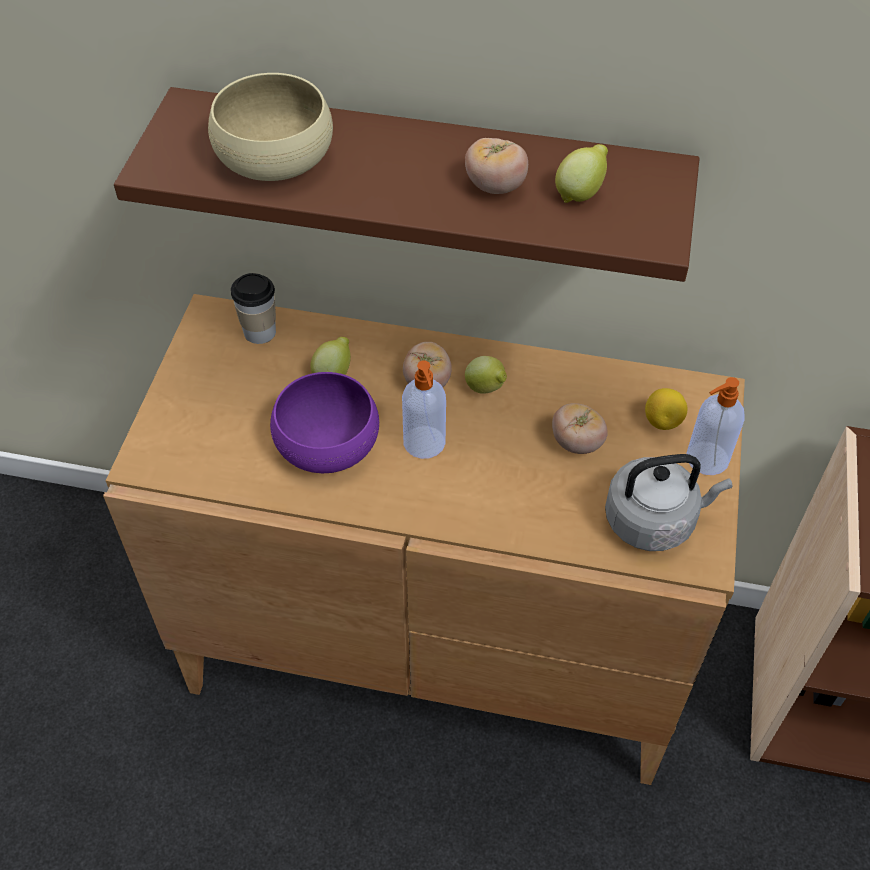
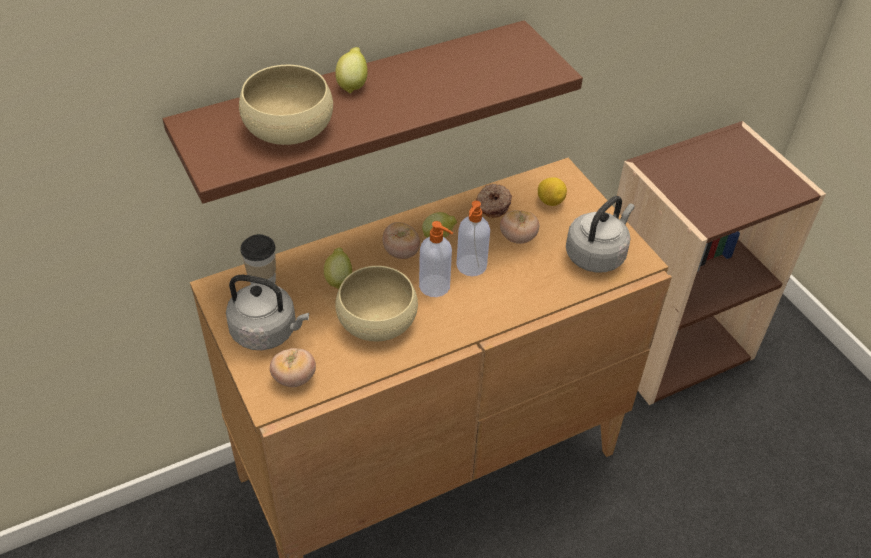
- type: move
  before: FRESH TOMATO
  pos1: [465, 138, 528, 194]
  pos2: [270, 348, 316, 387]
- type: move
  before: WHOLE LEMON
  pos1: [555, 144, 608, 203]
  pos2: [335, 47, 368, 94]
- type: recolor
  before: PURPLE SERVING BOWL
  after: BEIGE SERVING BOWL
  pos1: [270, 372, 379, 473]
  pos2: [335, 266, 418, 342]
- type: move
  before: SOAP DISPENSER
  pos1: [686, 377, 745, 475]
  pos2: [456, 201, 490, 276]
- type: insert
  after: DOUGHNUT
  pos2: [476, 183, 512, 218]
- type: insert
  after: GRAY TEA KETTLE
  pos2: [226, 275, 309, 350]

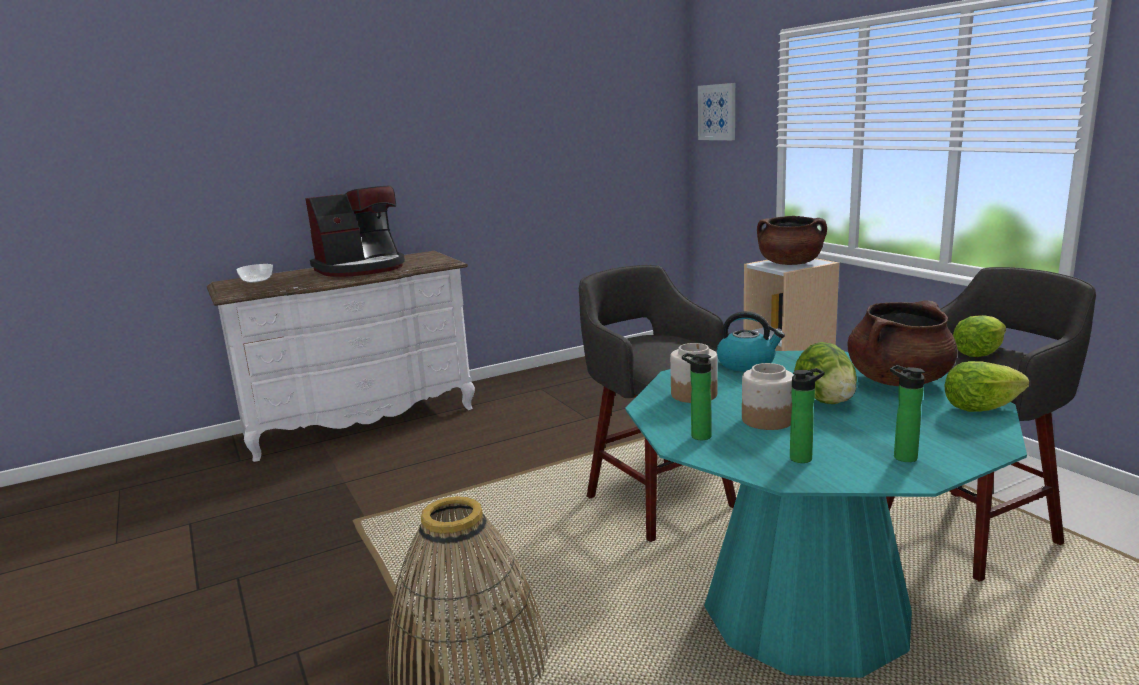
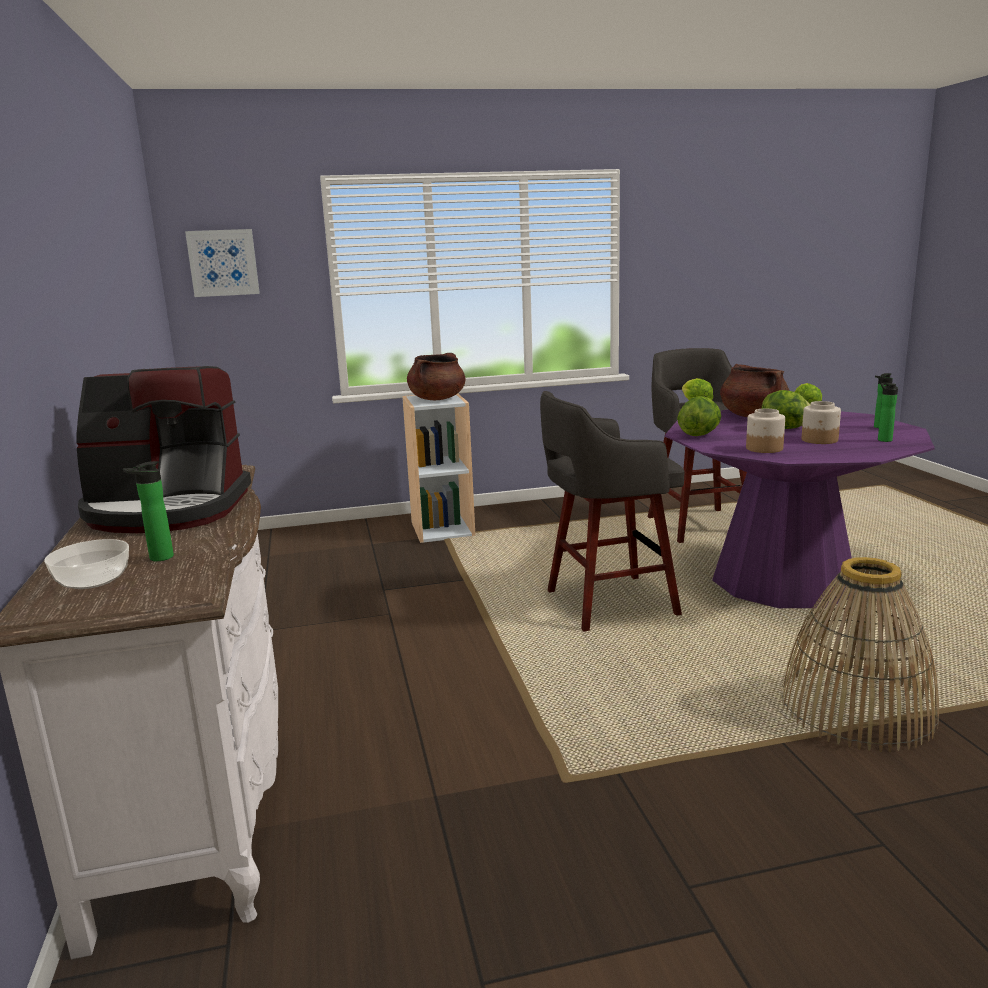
- type: rotate
  before: COFFEE BREWER
  pos1: [305, 185, 405, 277]
  pos2: [76, 366, 251, 533]
  turn: 105
- type: replace
  before: TEA KETTLE
  after: HEAD OF LETTUCE
  pos1: [717, 311, 785, 372]
  pos2: [677, 396, 721, 436]
- type: recolor
  before: BLUE-GREEN KITCHEN TABLE
  after: PURPLE KITCHEN TABLE
  pos1: [625, 351, 1027, 678]
  pos2: [665, 409, 935, 608]
- type: move
  before: DRINK BOTTLE
  pos1: [682, 353, 711, 440]
  pos2: [123, 461, 174, 561]

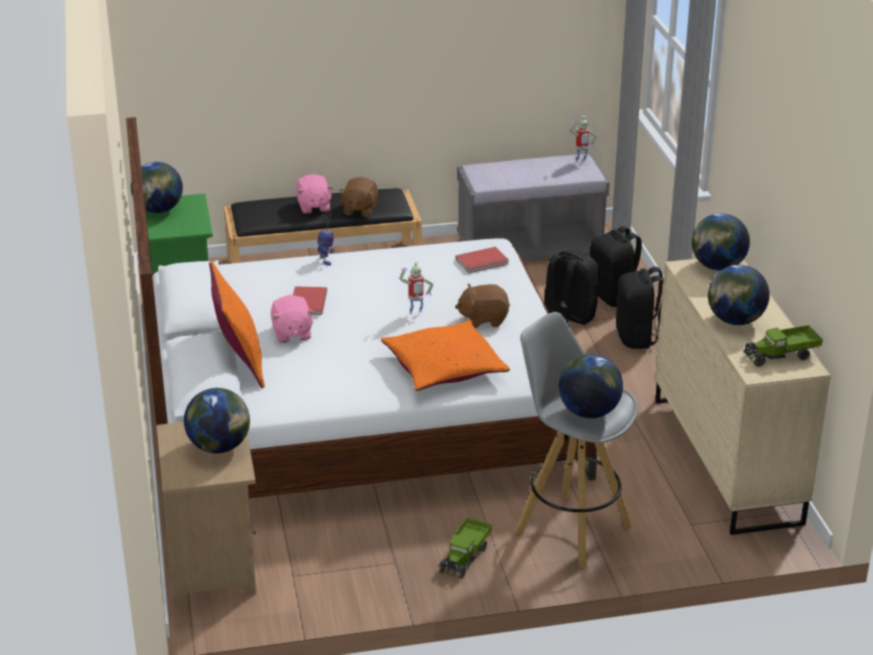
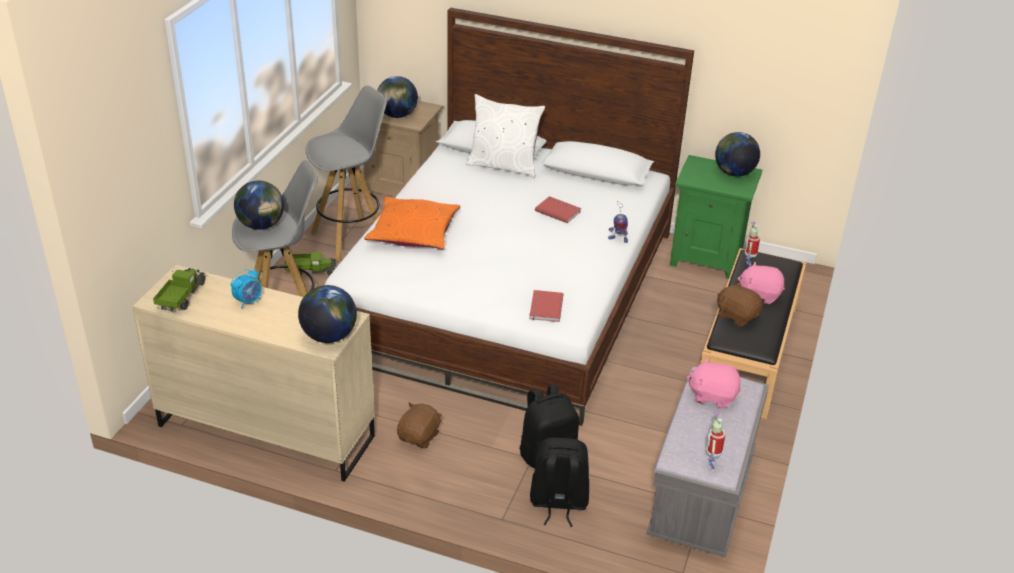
- type: recolor
  before: ORANGE-COLOURED CUSHION
  after: WHITE CUSHION
  pos1: [209, 261, 265, 388]
  pos2: [466, 94, 545, 178]
- type: move
  before: ROBOT FIGURE
  pos1: [399, 261, 433, 314]
  pos2: [745, 222, 760, 267]
- type: replace
  before: DESK GLOBE
  after: ALARM CLOCK
  pos1: [708, 265, 770, 325]
  pos2: [231, 269, 262, 309]
- type: delete
  before: BLACK RUCKSACK
  pos1: [616, 267, 664, 349]
- type: move
  before: BROWN-COLOURED SOFT TOY
  pos1: [455, 284, 510, 328]
  pos2: [397, 402, 442, 448]
- type: move
  before: PINK-COLOURED SOFT TOY
  pos1: [271, 295, 315, 343]
  pos2: [686, 358, 741, 409]
- type: rotate
  before: TOY TRUCK
  pos1: [439, 517, 492, 579]
  pos2: [284, 251, 337, 276]
  turn: 120
- type: insert
  after: GRAY SITTING STOOL
  pos2: [306, 86, 387, 262]

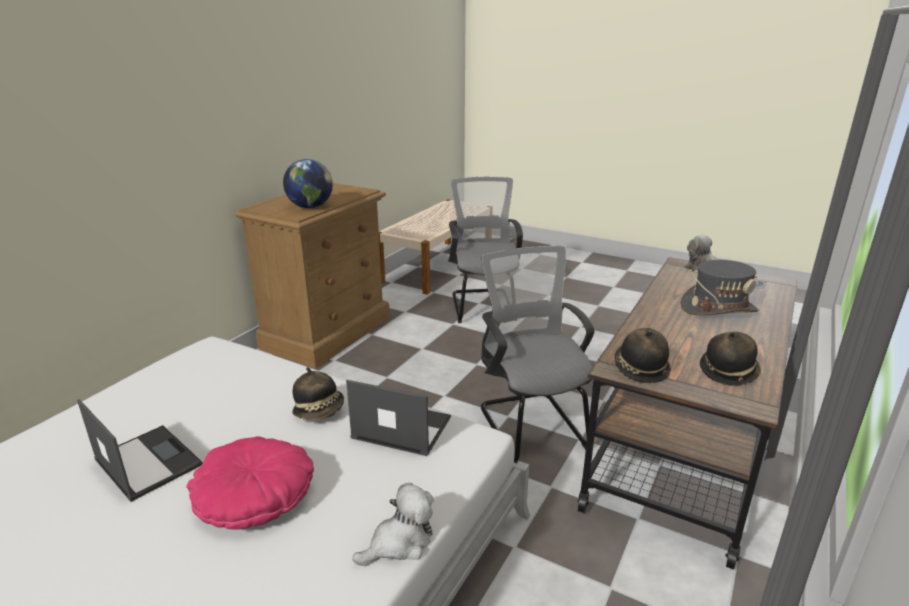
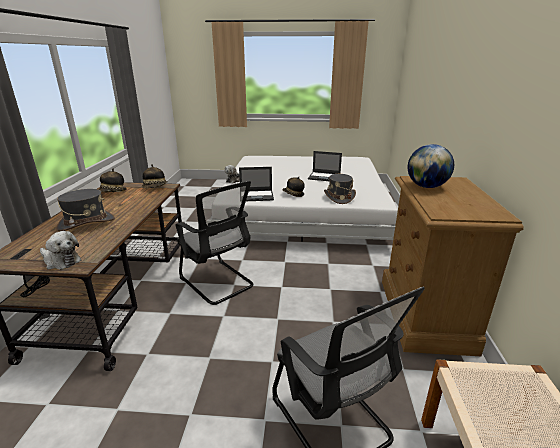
- type: delete
  before: PINK-COLOURED CUSHION
  pos1: [186, 436, 314, 530]
- type: insert
  after: GRAY CLOTHING HAT
  pos2: [324, 174, 356, 204]

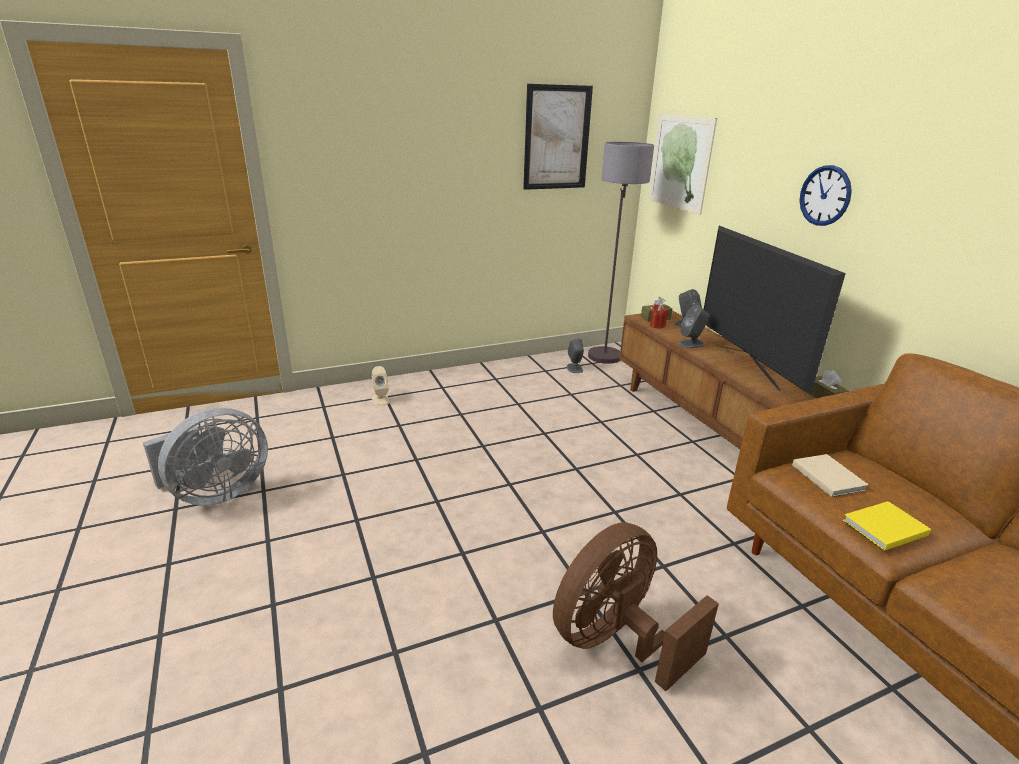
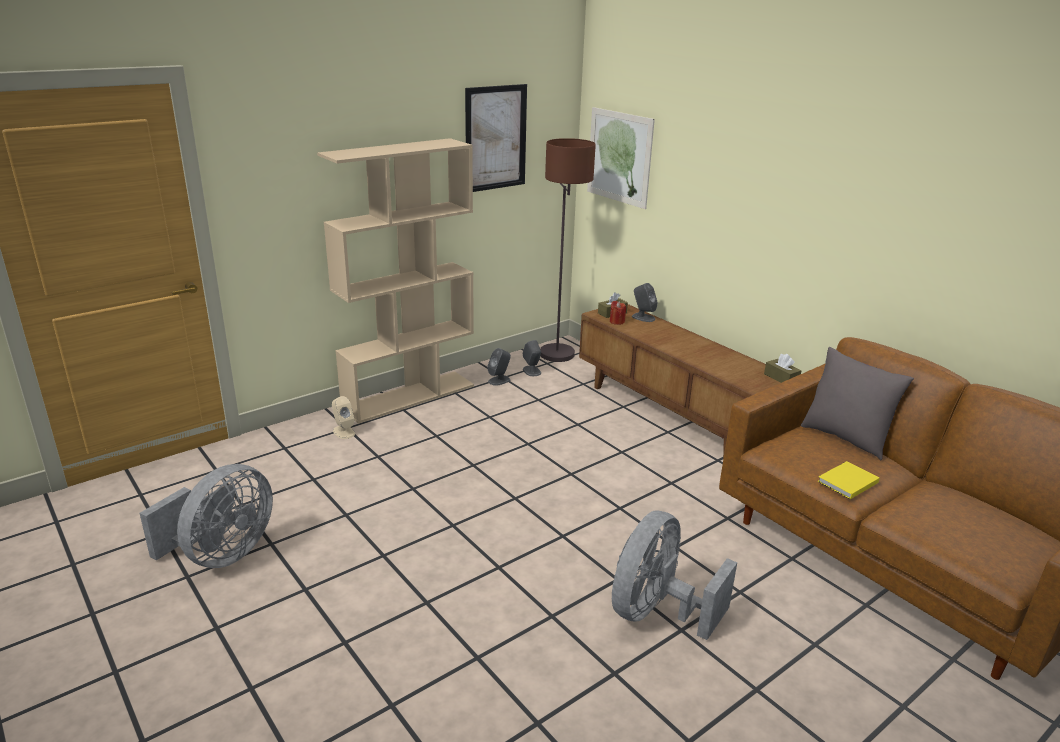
- type: recolor
  before: GRAY FLOOR LAMP
  after: BROWN-COLOURED FLOOR LAMP
  pos1: [588, 142, 654, 364]
  pos2: [540, 138, 596, 362]
- type: delete
  before: WALL CLOCK
  pos1: [799, 165, 852, 226]
- type: delete
  before: TV
  pos1: [704, 226, 846, 395]
- type: move
  before: GRAY AUDIO SPEAKER
  pos1: [679, 306, 709, 348]
  pos2: [488, 348, 511, 386]
- type: delete
  before: BEIGE BOOK
  pos1: [792, 454, 869, 497]
- type: recolor
  before: BROWN-COLOURED FAN
  after: GRAY FAN
  pos1: [553, 522, 719, 691]
  pos2: [612, 510, 737, 640]
- type: insert
  after: BEIGE SHELVING UNIT
  pos2: [317, 138, 474, 424]
- type: insert
  after: GRAY CUSHION
  pos2: [801, 347, 914, 460]

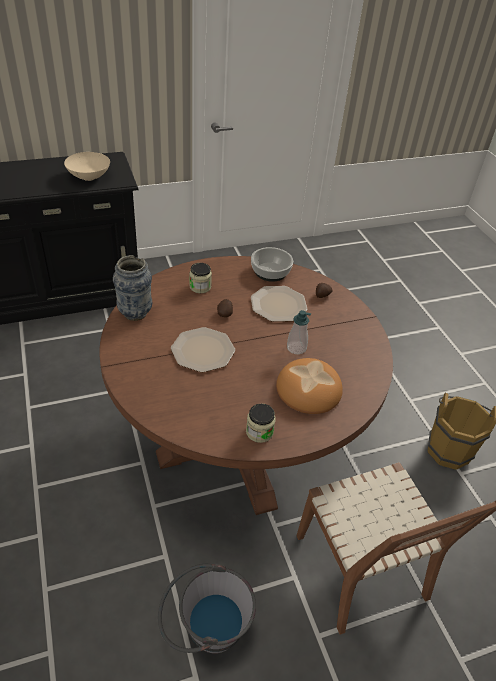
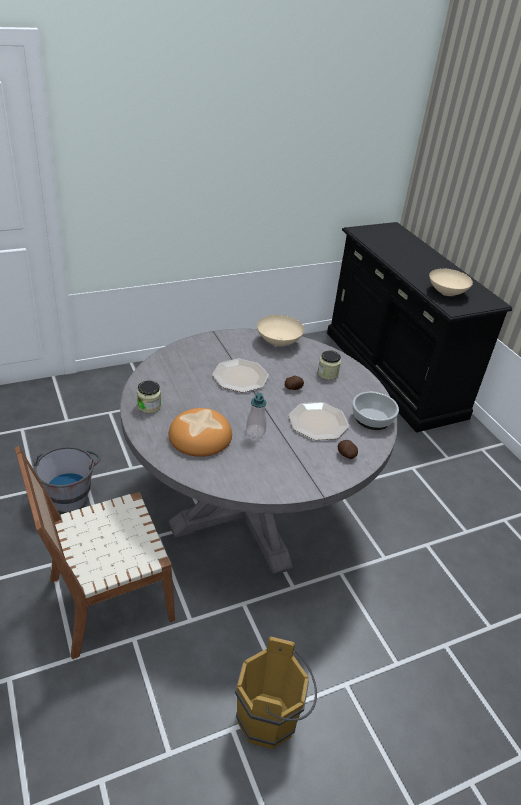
- type: replace
  before: VASE
  after: BEIGE SERVING BOWL
  pos1: [113, 255, 152, 321]
  pos2: [257, 315, 304, 346]
- type: recolor
  before: BROWN-COLOURED KITCHEN TABLE
  after: GRAY KITCHEN TABLE
  pos1: [99, 256, 393, 515]
  pos2: [120, 329, 398, 575]

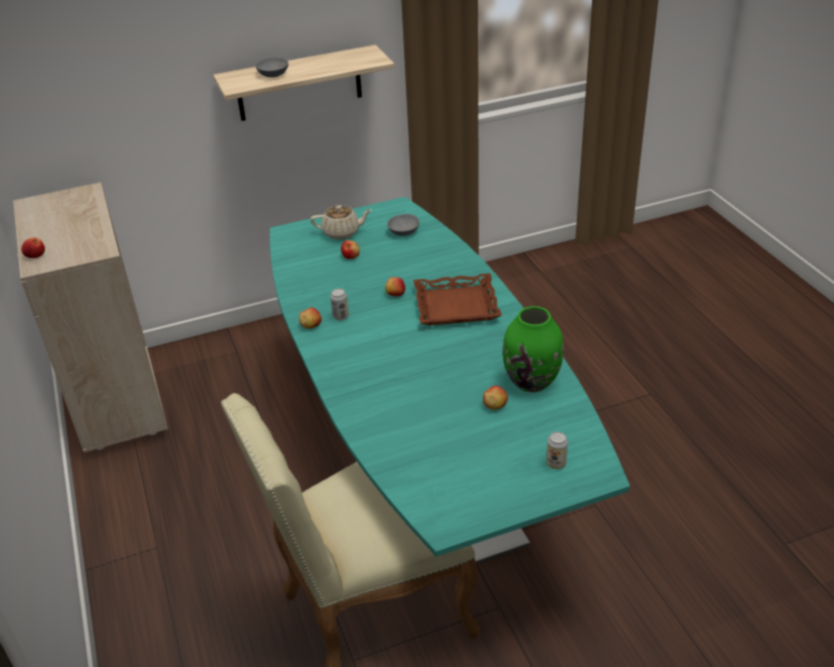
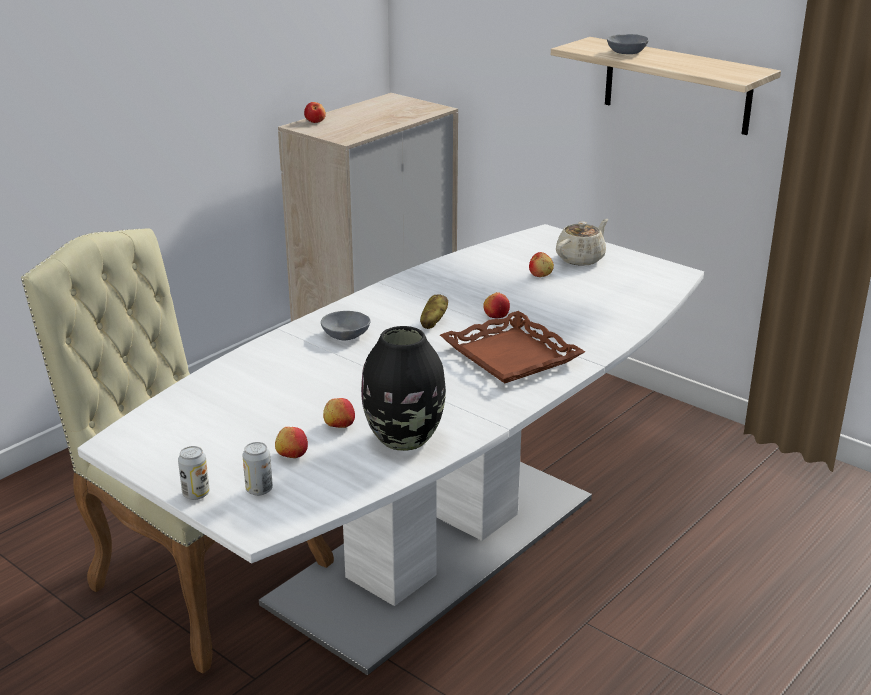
- type: recolor
  before: BLUE-GREEN KITCHEN TABLE
  after: WHITE KITCHEN TABLE
  pos1: [270, 197, 630, 564]
  pos2: [77, 224, 704, 675]
- type: rotate
  before: BEIGE TEAPOT
  pos1: [310, 205, 372, 240]
  pos2: [556, 219, 608, 266]
  turn: -105
- type: move
  before: GRAY SERVING BOWL
  pos1: [387, 214, 420, 236]
  pos2: [321, 311, 371, 340]
- type: move
  before: SEALED CAN
  pos1: [330, 289, 349, 320]
  pos2: [178, 446, 209, 500]
- type: recolor
  before: GREENISH VASE
  after: BLACK VASE
  pos1: [503, 306, 564, 392]
  pos2: [361, 326, 446, 451]
- type: move
  before: WHOLE APPLE
  pos1: [299, 308, 322, 329]
  pos2: [275, 427, 308, 458]
- type: insert
  after: WHOLE POTATO
  pos2: [420, 294, 448, 329]

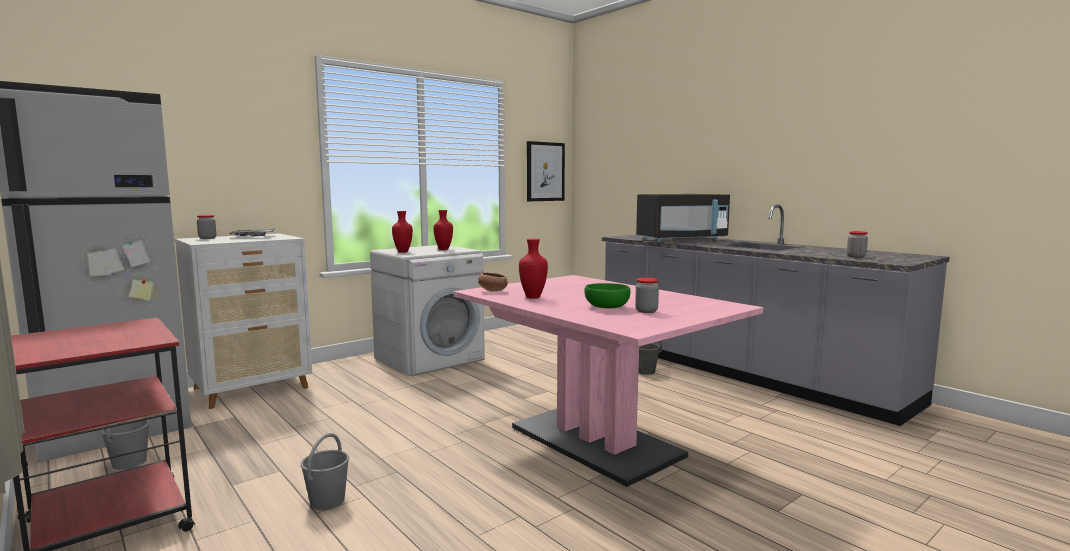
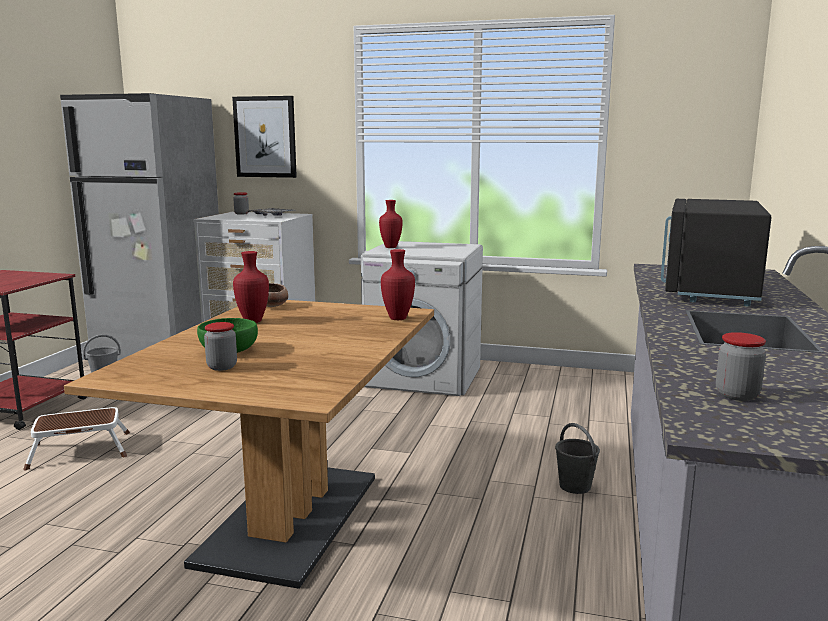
- type: move
  before: WALL PICTURE
  pos1: [527, 141, 565, 201]
  pos2: [232, 96, 297, 178]
- type: rotate
  before: BLACK MICROWAVE OVEN
  pos1: [636, 194, 730, 242]
  pos2: [661, 199, 772, 307]
  turn: 75
- type: move
  before: RED VASE
  pos1: [433, 210, 453, 250]
  pos2: [381, 249, 415, 320]
- type: recolor
  before: PINK-COLOURED KITCHEN TABLE
  after: BROWN-COLOURED KITCHEN TABLE
  pos1: [453, 275, 763, 487]
  pos2: [64, 300, 434, 589]
- type: replace
  before: GRAY WATER BUCKET
  after: BROWN-COLOURED STEPLADDER
  pos1: [301, 433, 349, 510]
  pos2: [23, 407, 130, 471]

